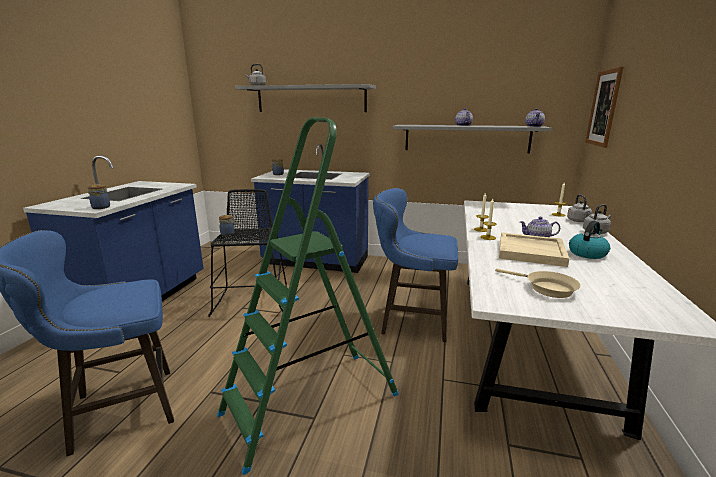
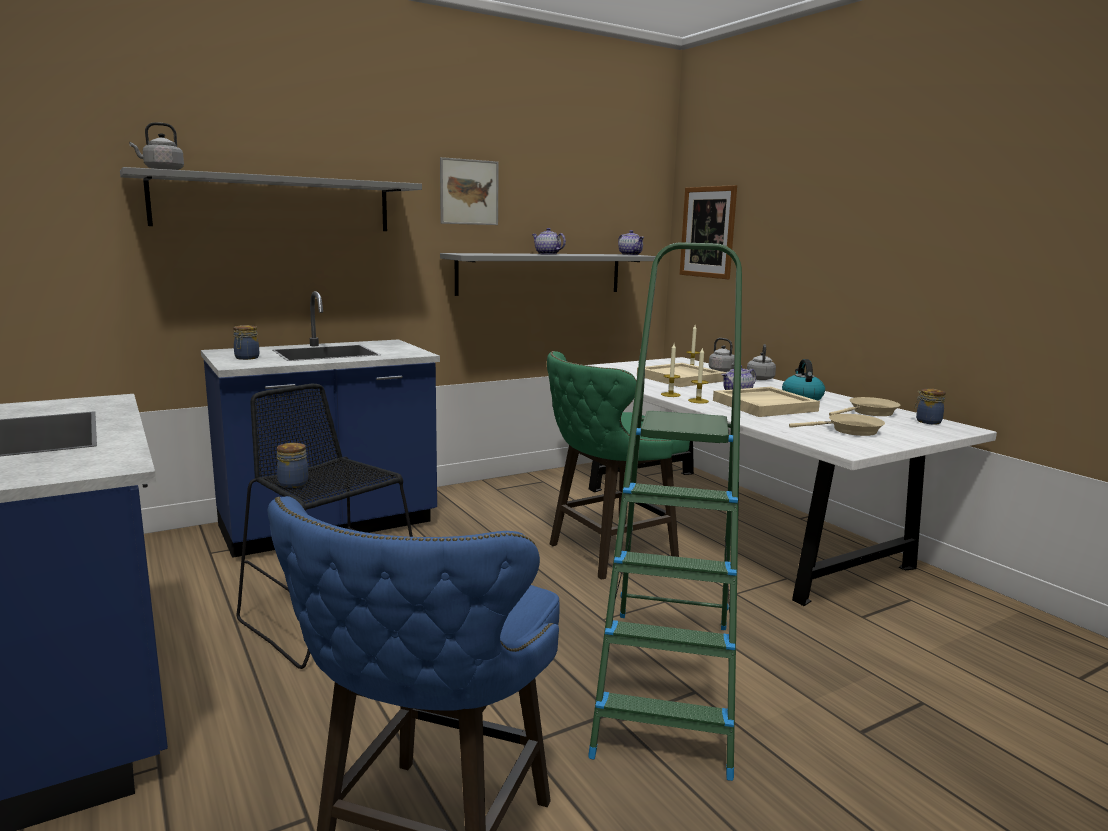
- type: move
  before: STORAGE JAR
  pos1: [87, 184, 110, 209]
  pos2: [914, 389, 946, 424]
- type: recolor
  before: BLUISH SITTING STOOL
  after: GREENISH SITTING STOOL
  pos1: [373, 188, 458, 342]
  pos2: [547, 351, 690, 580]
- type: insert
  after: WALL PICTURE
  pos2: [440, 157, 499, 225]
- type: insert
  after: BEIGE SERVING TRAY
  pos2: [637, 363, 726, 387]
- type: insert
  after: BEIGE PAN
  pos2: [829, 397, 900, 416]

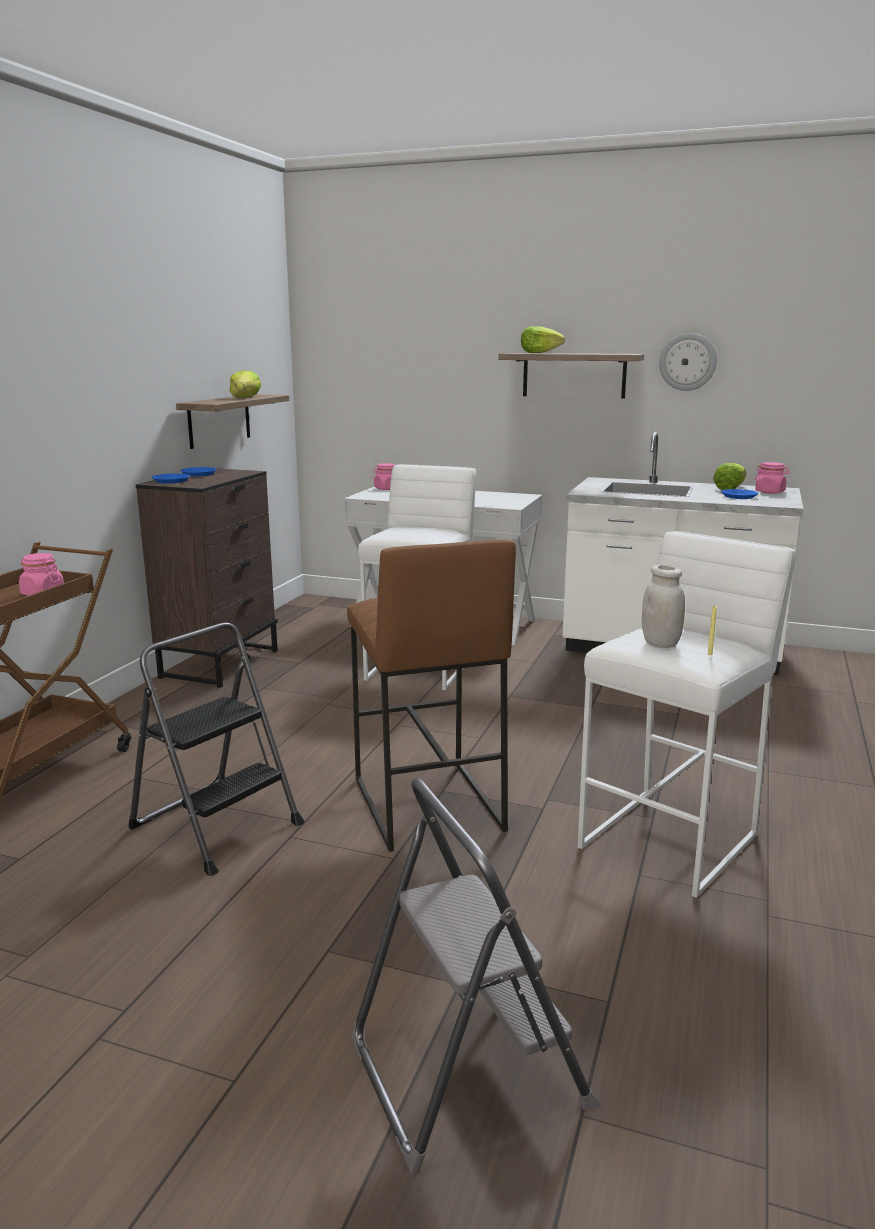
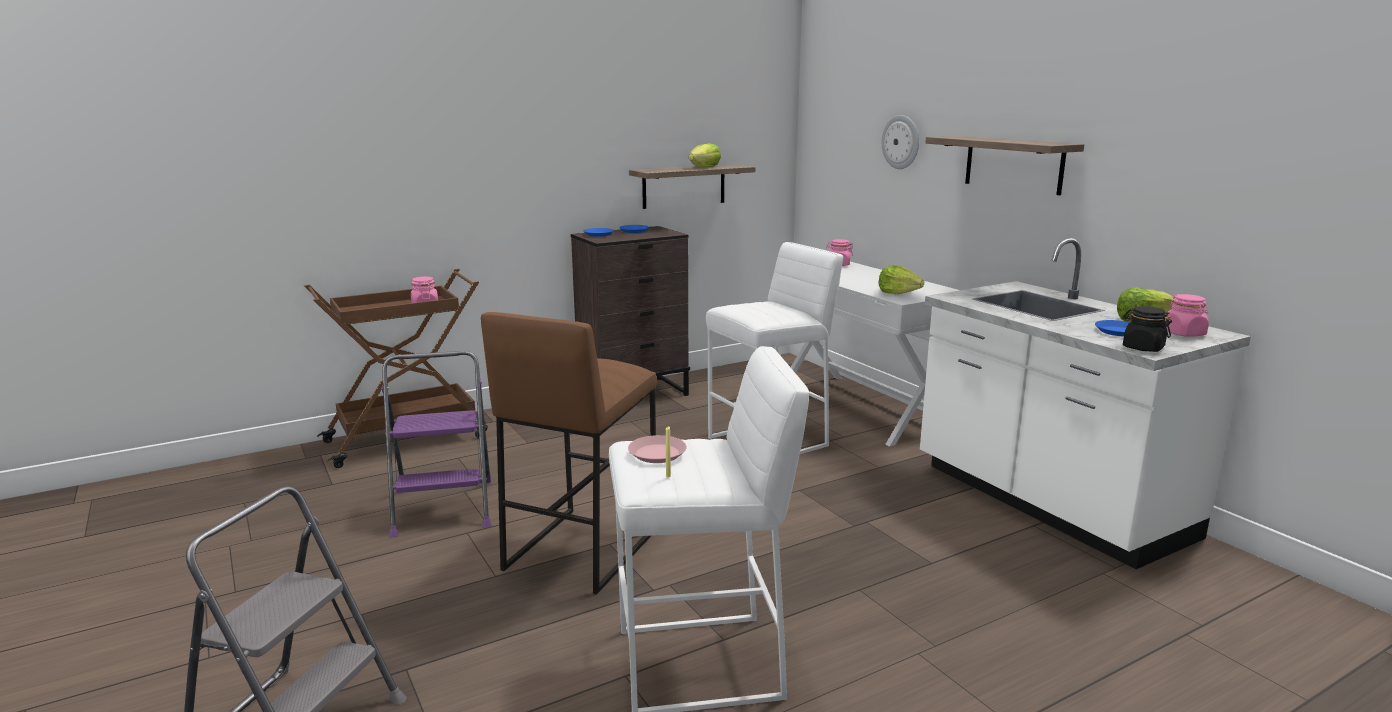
- type: move
  before: HEAD OF LETTUCE
  pos1: [521, 326, 565, 353]
  pos2: [879, 265, 924, 294]
- type: move
  before: WALL CLOCK
  pos1: [659, 333, 717, 391]
  pos2: [882, 115, 919, 169]
- type: replace
  before: WHITE STORAGE JAR
  after: PINK-COLOURED PLATE
  pos1: [642, 565, 685, 648]
  pos2: [628, 435, 687, 463]
- type: recolor
  before: BLACK STEPLADDER
  after: PURPLE STEPLADDER
  pos1: [128, 623, 305, 876]
  pos2: [382, 351, 492, 537]
- type: insert
  after: BLACK STORAGE JAR
  pos2: [1123, 306, 1172, 352]

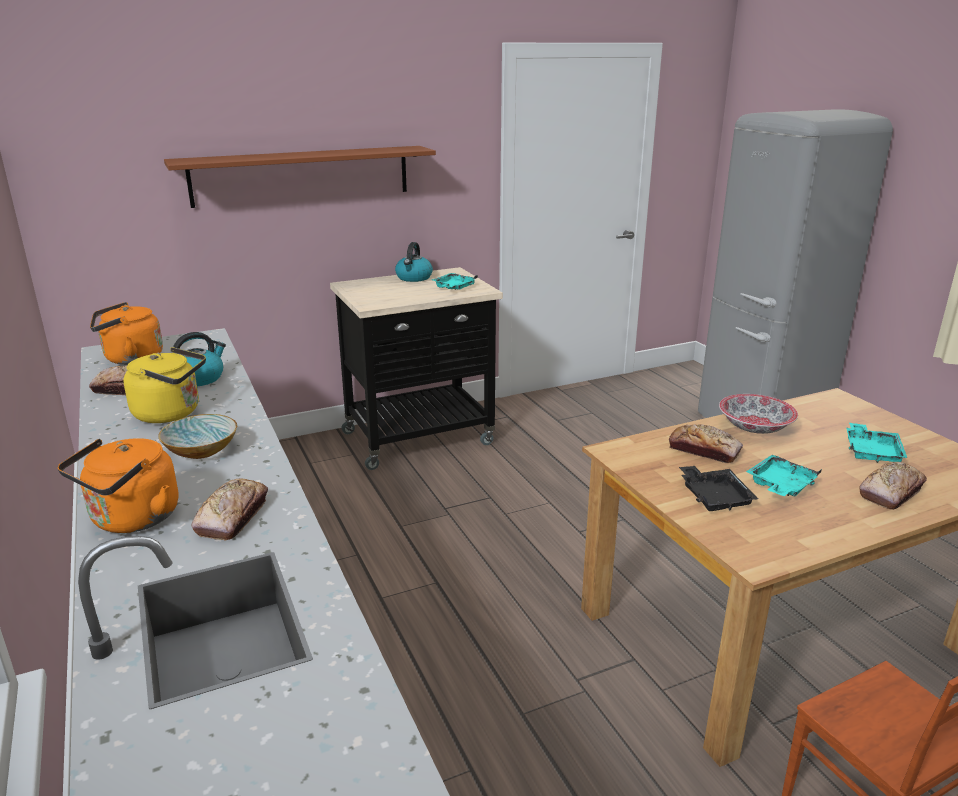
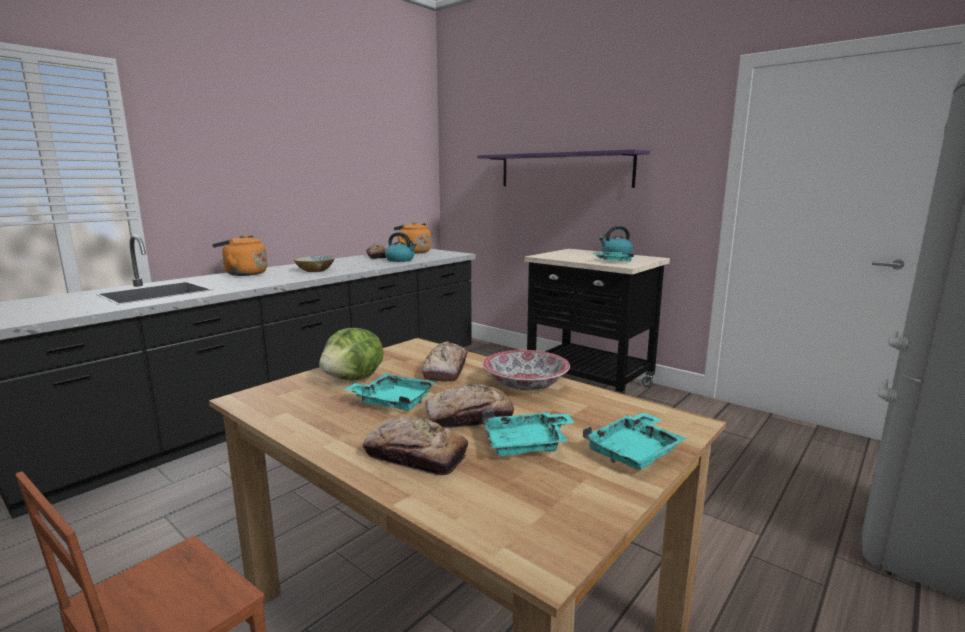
- type: recolor
  before: BROWN-COLOURED BRACKET SHELF
  after: PURPLE BRACKET SHELF
  pos1: [164, 146, 436, 208]
  pos2: [477, 149, 650, 188]
- type: delete
  before: YELLOWISH TEA KETTLE
  pos1: [123, 347, 206, 423]
- type: replace
  before: BLACK SERVING TRAY
  after: HEAD OF LETTUCE
  pos1: [679, 465, 758, 511]
  pos2: [319, 328, 384, 380]
- type: move
  before: BAKERY BREAD
  pos1: [191, 478, 268, 540]
  pos2: [425, 384, 514, 428]
- type: insert
  after: BLUE-GREEN SERVING TRAY
  pos2: [583, 412, 687, 470]

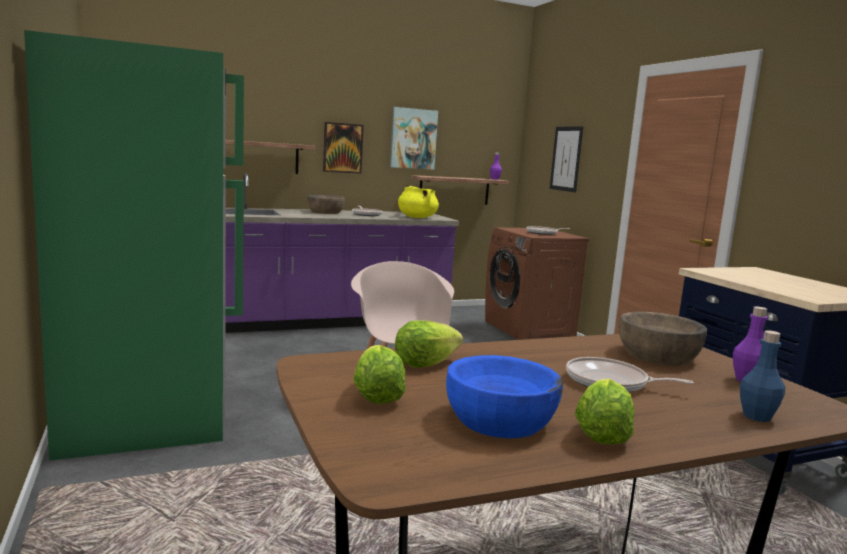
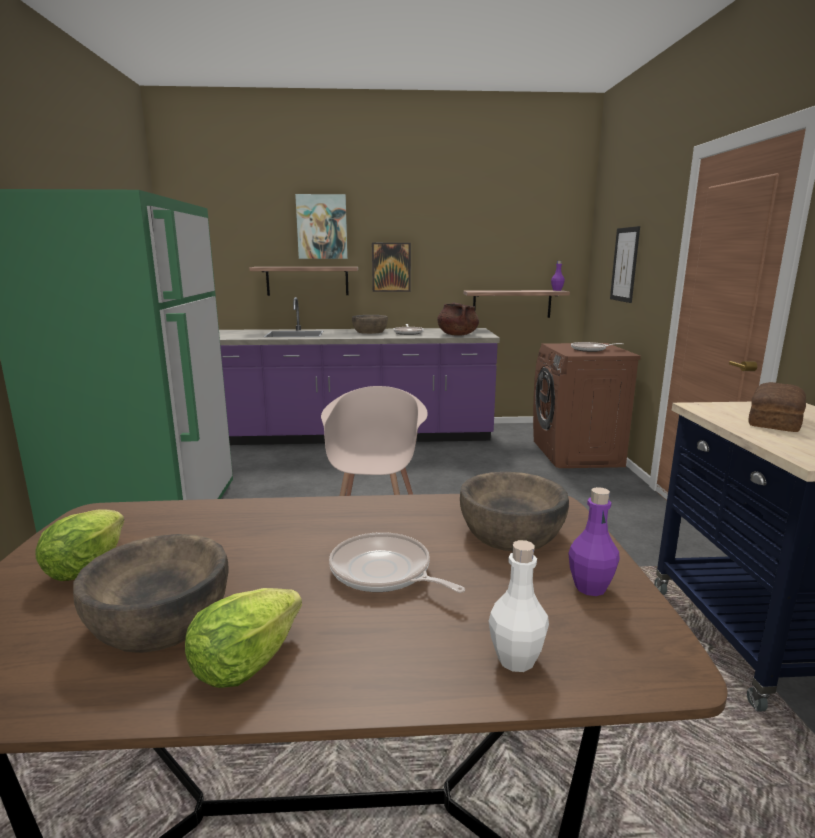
- type: move
  before: WALL PICTURE
  pos1: [390, 107, 438, 170]
  pos2: [295, 194, 348, 259]
- type: recolor
  before: YELLOWISH SAUCEPOT
  after: BROWN-COLOURED SAUCEPOT
  pos1: [398, 186, 439, 218]
  pos2: [437, 302, 479, 335]
- type: delete
  before: HEAD OF LETTUCE
  pos1: [395, 320, 463, 368]
- type: recolor
  before: BLUISH DRINK BOTTLE
  after: WHITE DRINK BOTTLE
  pos1: [740, 330, 785, 422]
  pos2: [488, 540, 549, 672]
- type: recolor
  before: BLUISH SERVING BOWL
  after: BROWN-COLOURED SERVING BOWL
  pos1: [446, 355, 563, 438]
  pos2: [73, 534, 228, 653]
- type: insert
  after: BAKERY BREAD
  pos2: [748, 382, 806, 432]

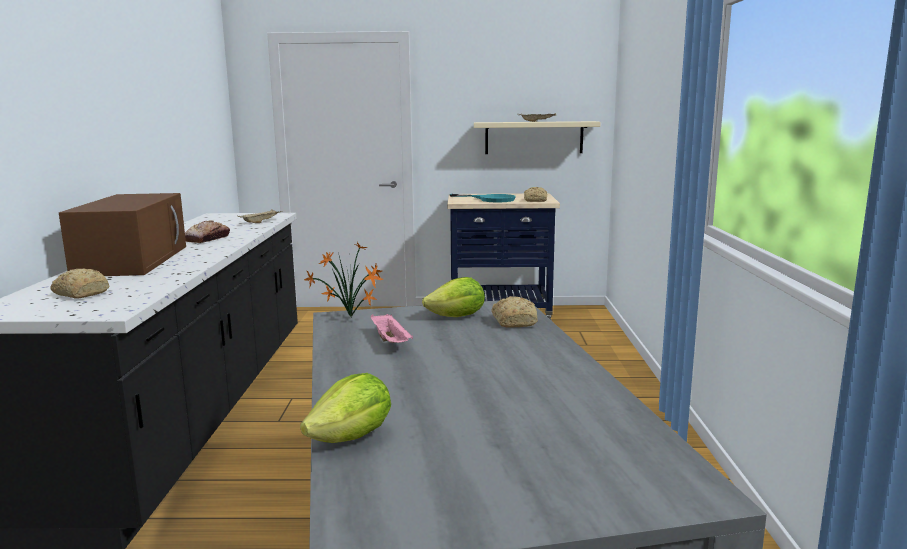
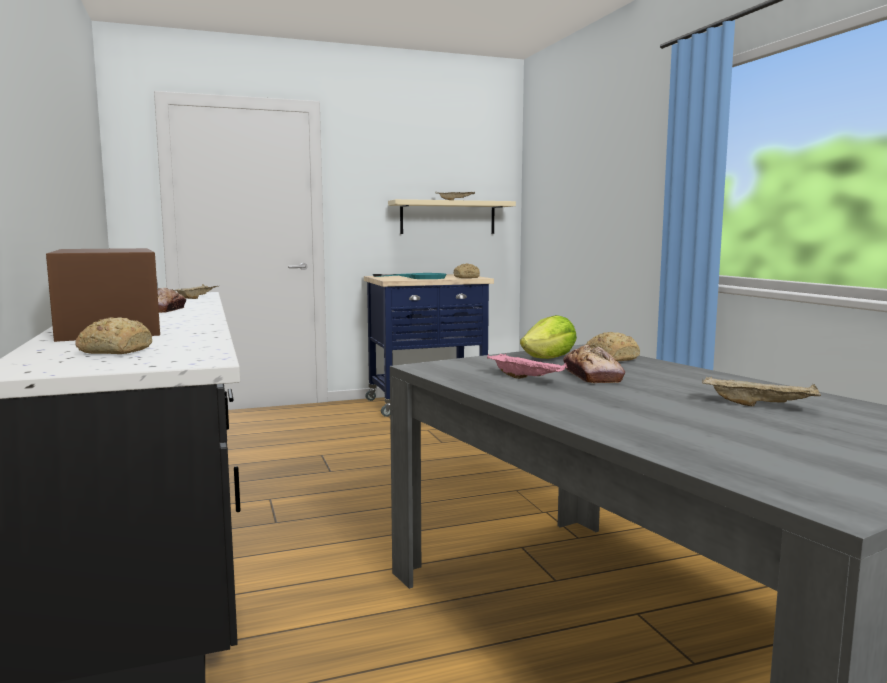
- type: delete
  before: PLANT IN A POT
  pos1: [304, 242, 384, 317]
- type: delete
  before: HEAD OF LETTUCE
  pos1: [300, 373, 391, 443]
- type: insert
  after: BAKERY BREAD
  pos2: [563, 345, 625, 383]
- type: insert
  after: BEIGE SERVING TRAY
  pos2: [702, 376, 821, 407]

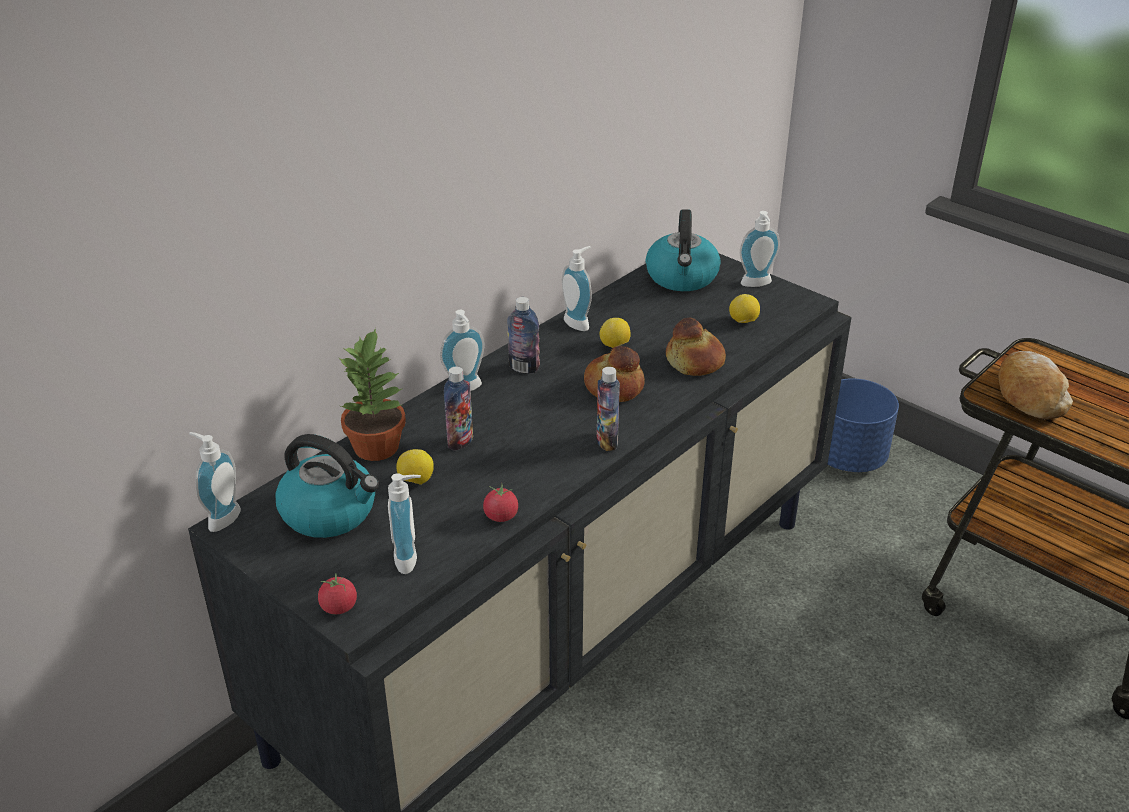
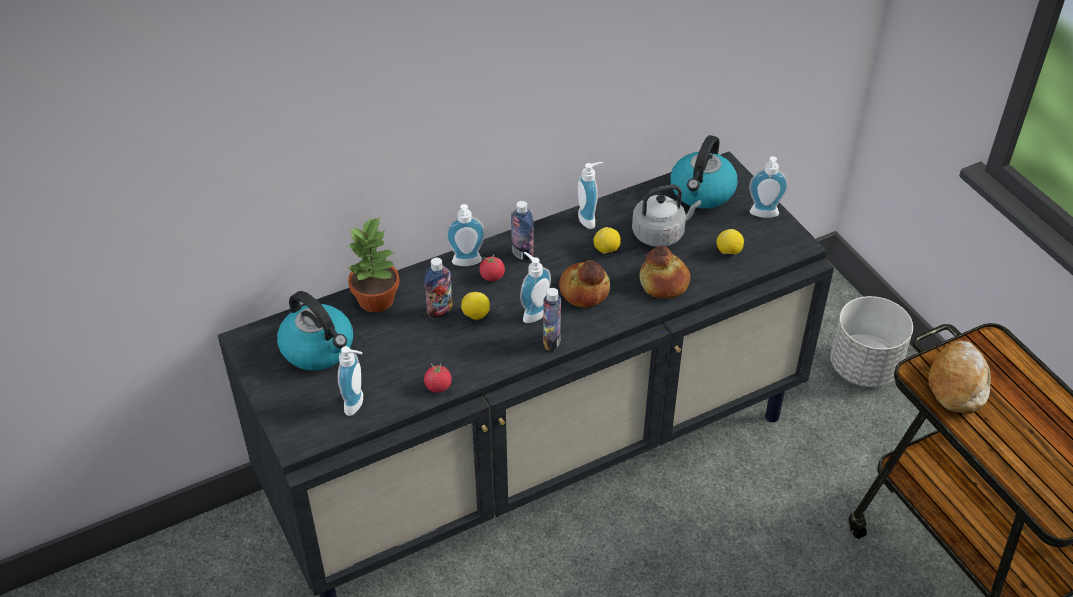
- type: recolor
  before: BLUISH PLANT POT
  after: GRAY PLANT POT
  pos1: [827, 378, 899, 473]
  pos2: [830, 296, 913, 387]
- type: move
  before: SOAP DISPENSER
  pos1: [189, 432, 241, 532]
  pos2: [520, 252, 551, 323]
- type: move
  before: WHOLE LEMON
  pos1: [396, 449, 434, 485]
  pos2: [461, 292, 490, 320]
- type: move
  before: FRESH TOMATO
  pos1: [318, 573, 357, 614]
  pos2: [479, 254, 505, 281]
- type: insert
  after: GRAY TEA KETTLE
  pos2: [632, 184, 701, 247]

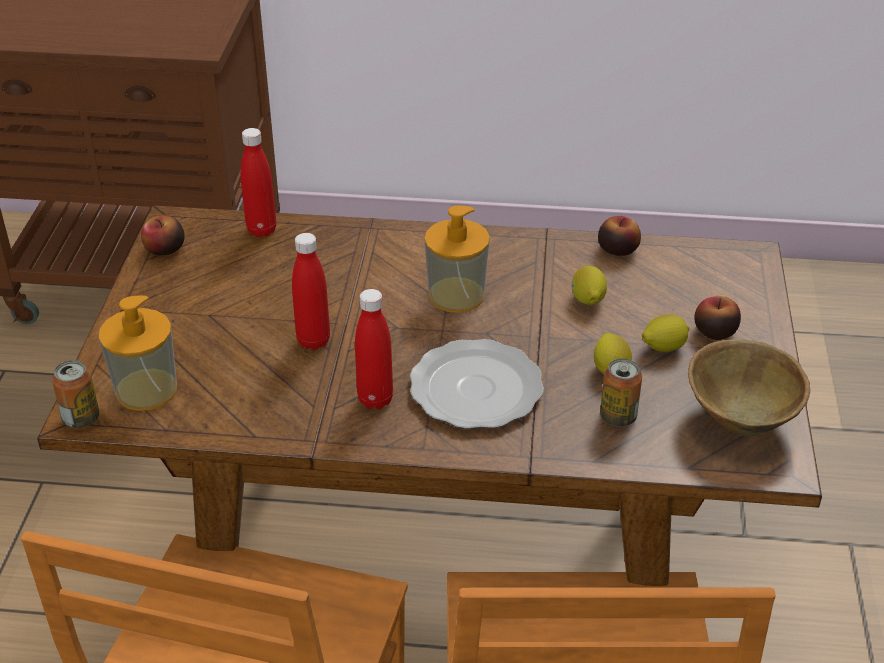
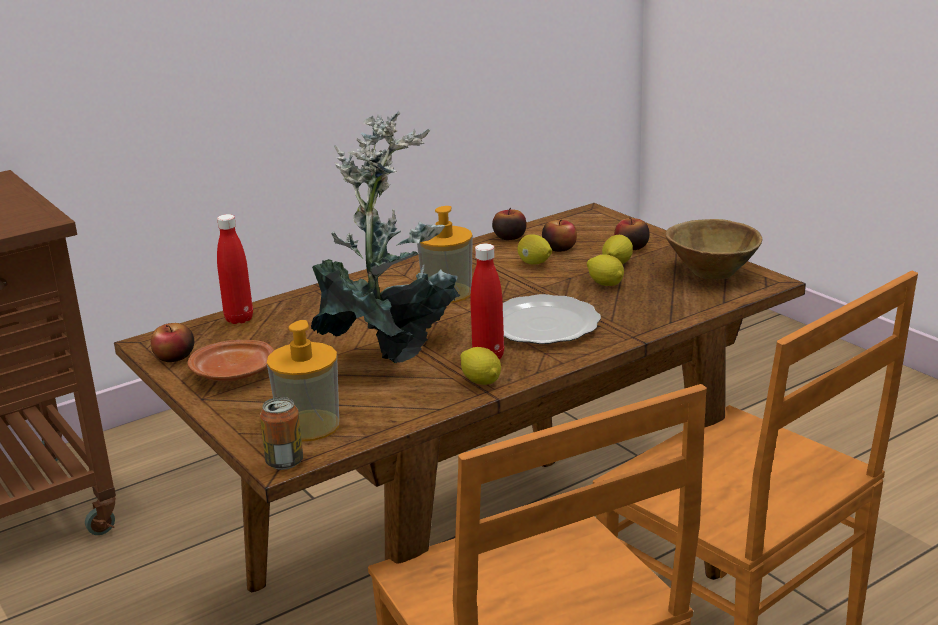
- type: replace
  before: RED DRINK BOTTLE
  after: PLANT IN A POT
  pos1: [292, 233, 330, 350]
  pos2: [311, 111, 461, 363]
- type: delete
  before: SEALED CAN
  pos1: [600, 358, 642, 426]
- type: insert
  after: WHOLE APPLE
  pos2: [542, 220, 577, 252]
- type: insert
  after: BROWN-COLOURED PLATE
  pos2: [188, 340, 274, 381]
- type: insert
  after: WHOLE LEMON
  pos2: [461, 347, 501, 385]

